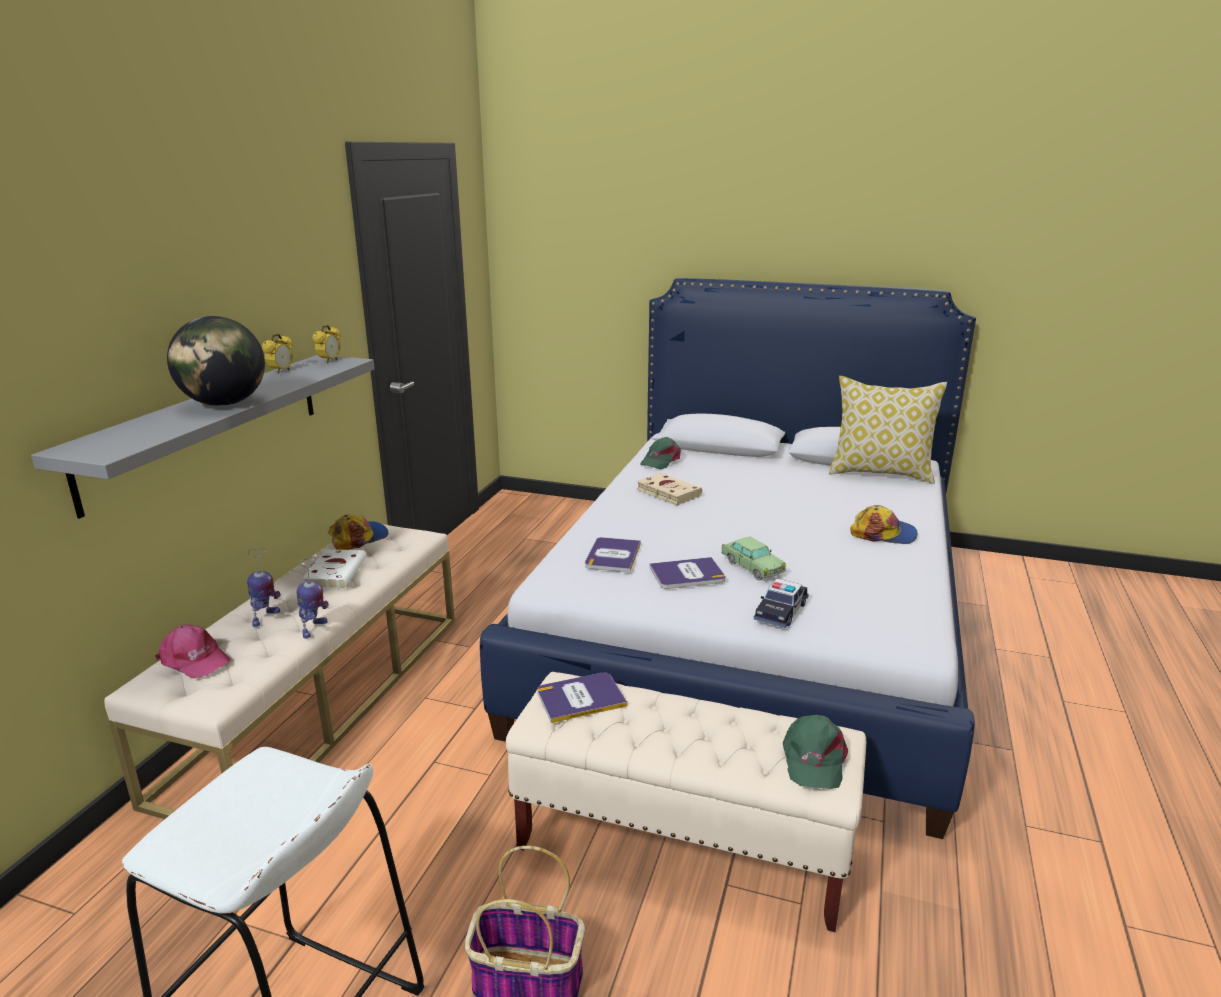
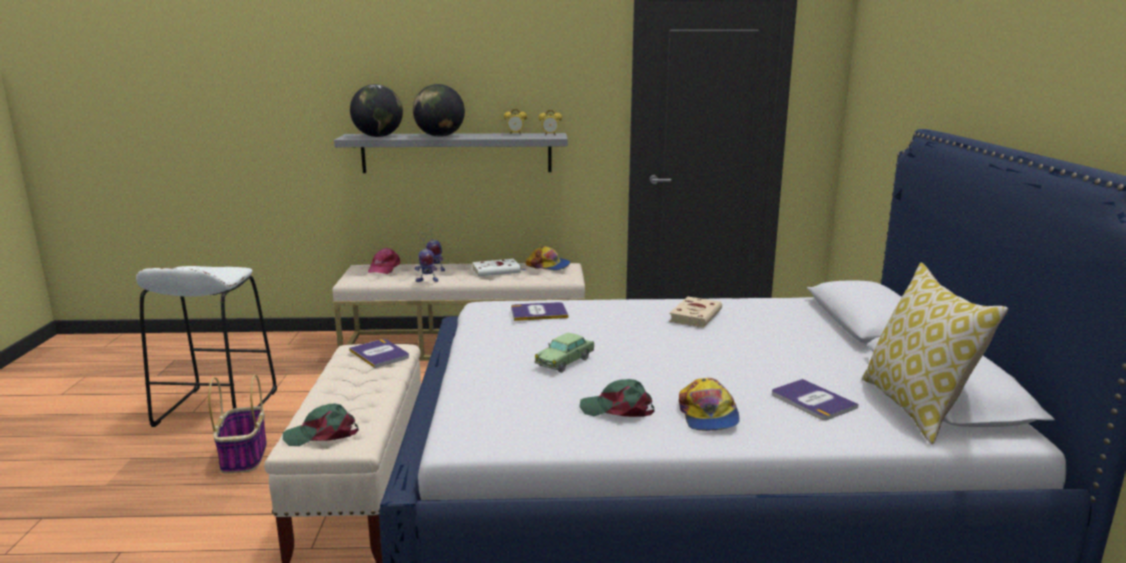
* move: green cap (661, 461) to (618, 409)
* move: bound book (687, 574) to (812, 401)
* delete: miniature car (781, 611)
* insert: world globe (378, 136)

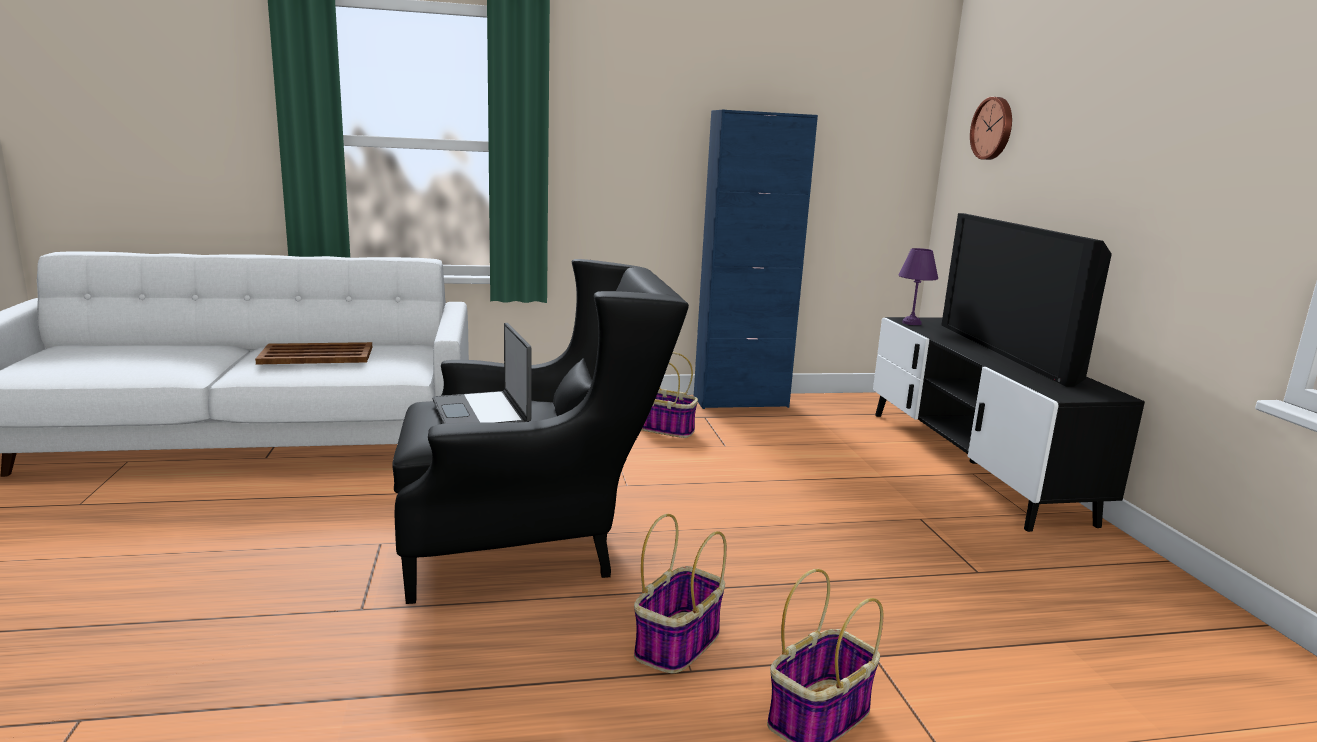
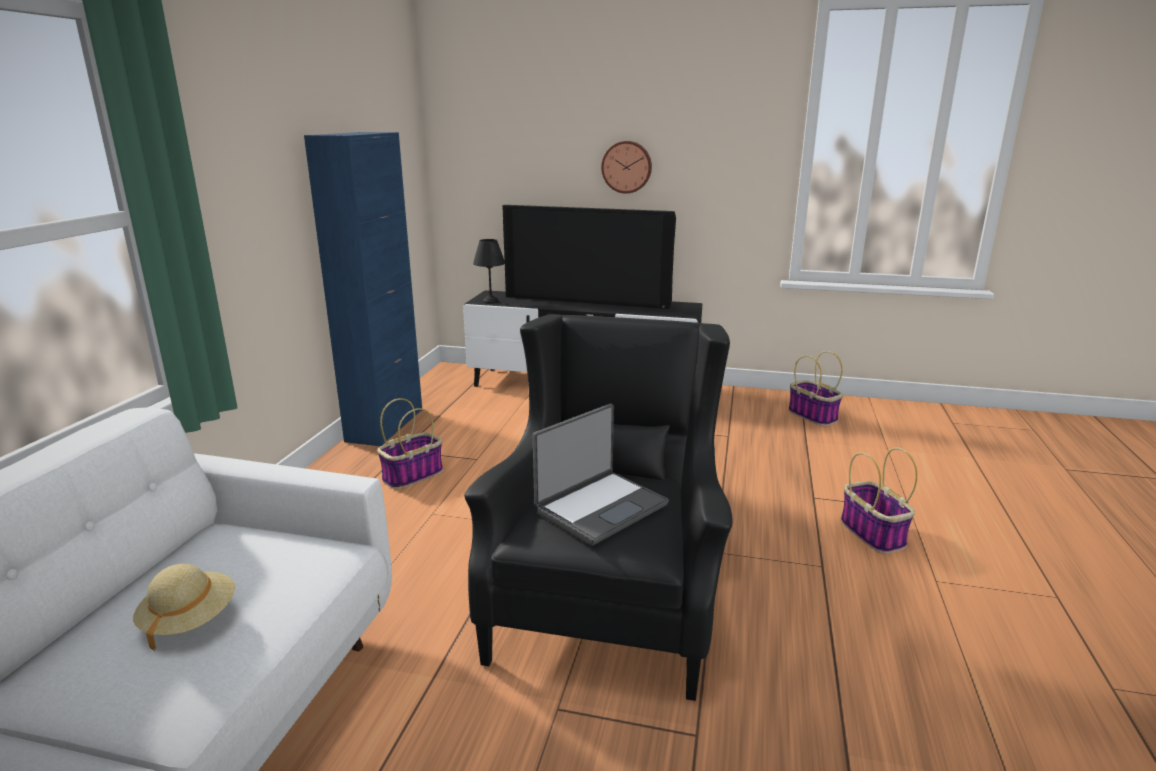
* move: wall clock (993, 128) to (627, 167)
* recolor: purplish tabletop lamp (911, 322) to black tabletop lamp (490, 301)
* rotate: notebook computer (482, 415) = (600, 507) 45 degrees counterclockwise
* replace: brownish tray (315, 355) to beige clothing hat (189, 620)
* move: storage basket (677, 644) to (813, 416)

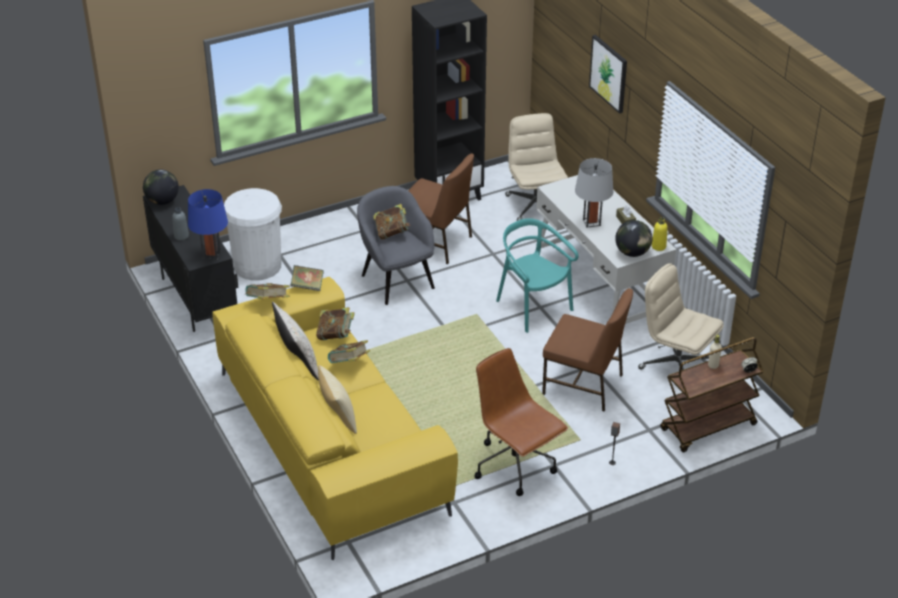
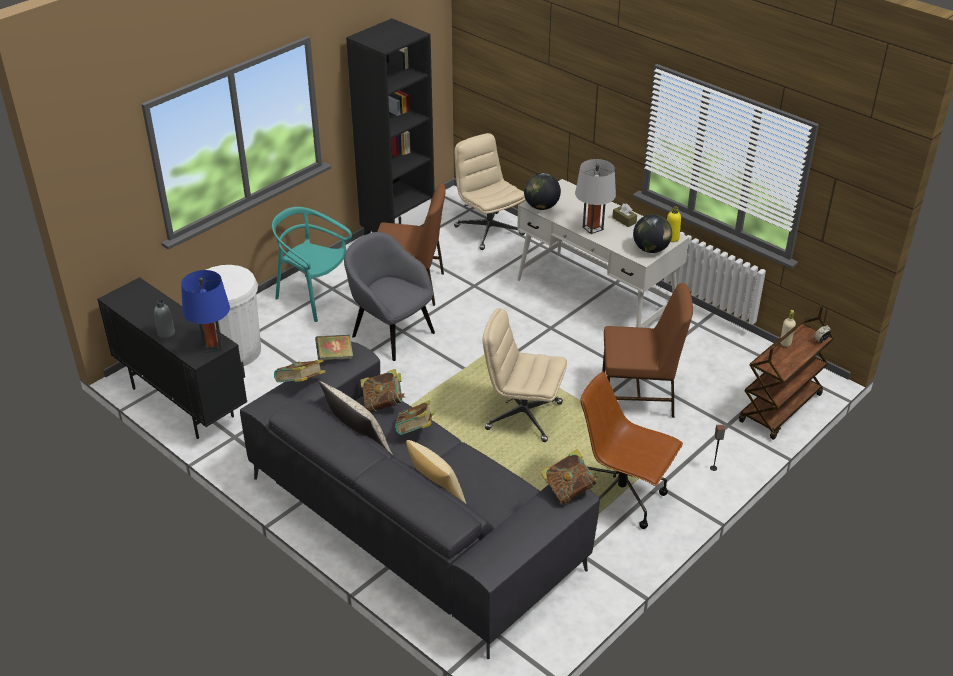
* delete: wall picture (609, 73)
* move: world globe (162, 201) to (541, 207)
* move: bound book (392, 233) to (568, 490)
* move: turquoise chair (533, 307) to (314, 297)
* move: beige desk chair (676, 365) to (522, 416)
* recolor: yellow-coloured sofa (331, 441) to grey sofa (414, 522)

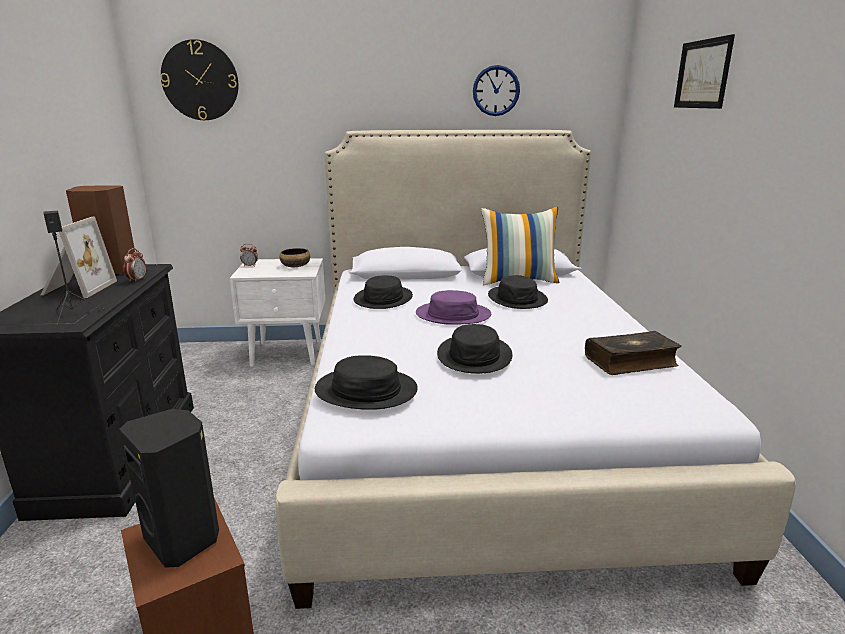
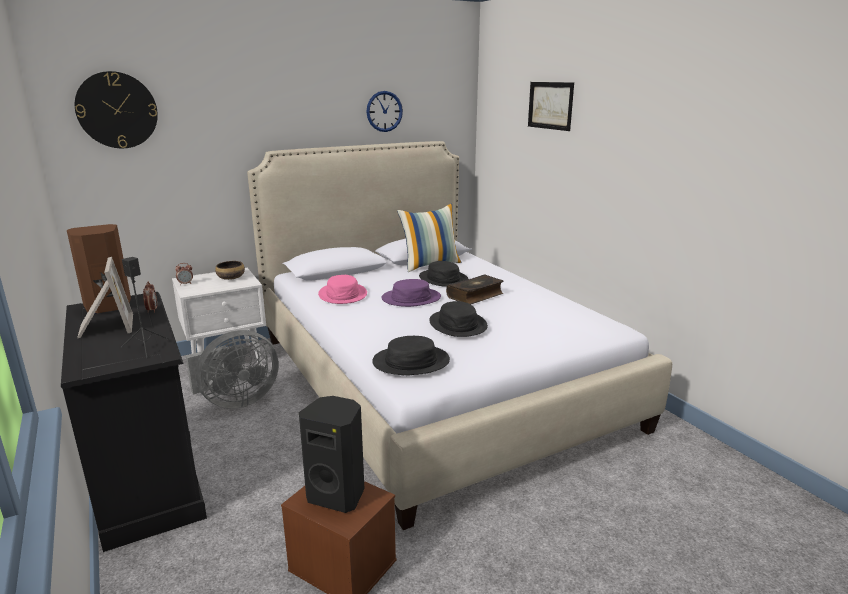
* recolor: black clothing hat (383, 299) to pink clothing hat (343, 294)
* move: bound book (631, 362) to (475, 296)
* insert: grey cooling fan (236, 401)

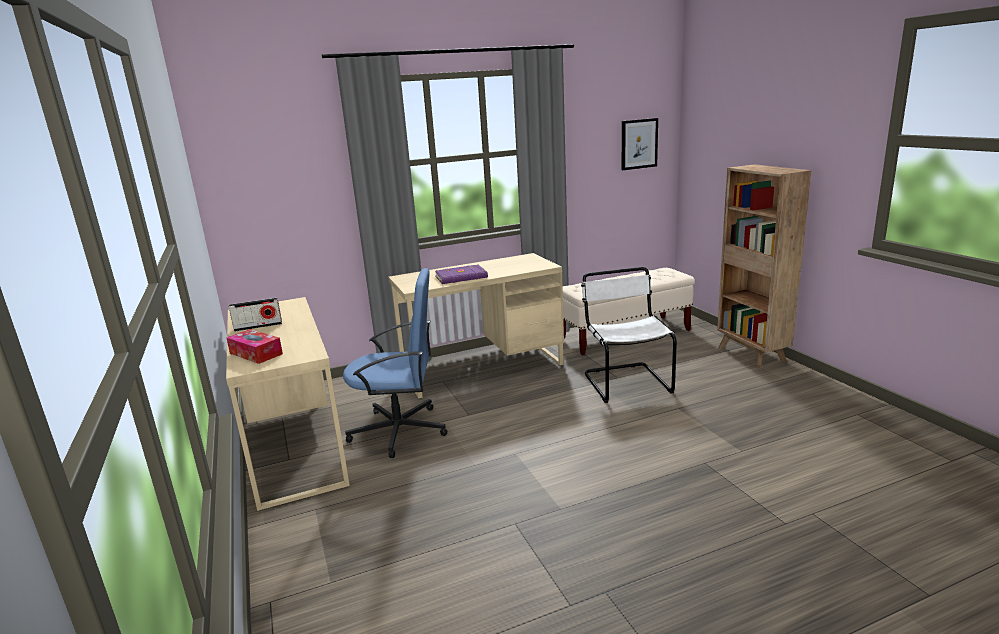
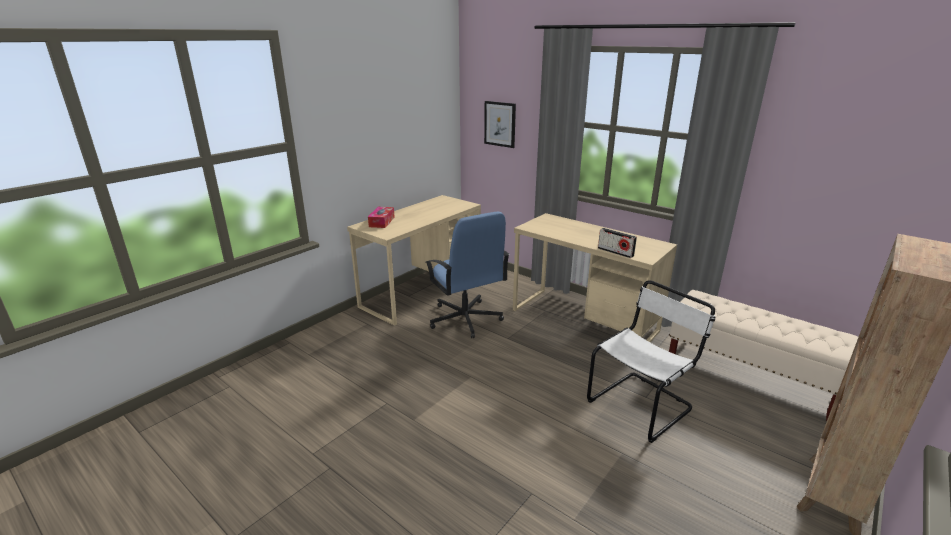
* move: wall picture (639, 144) to (500, 124)
* delete: purplish bound book (461, 277)
* move: radio receiver (258, 326) to (615, 252)

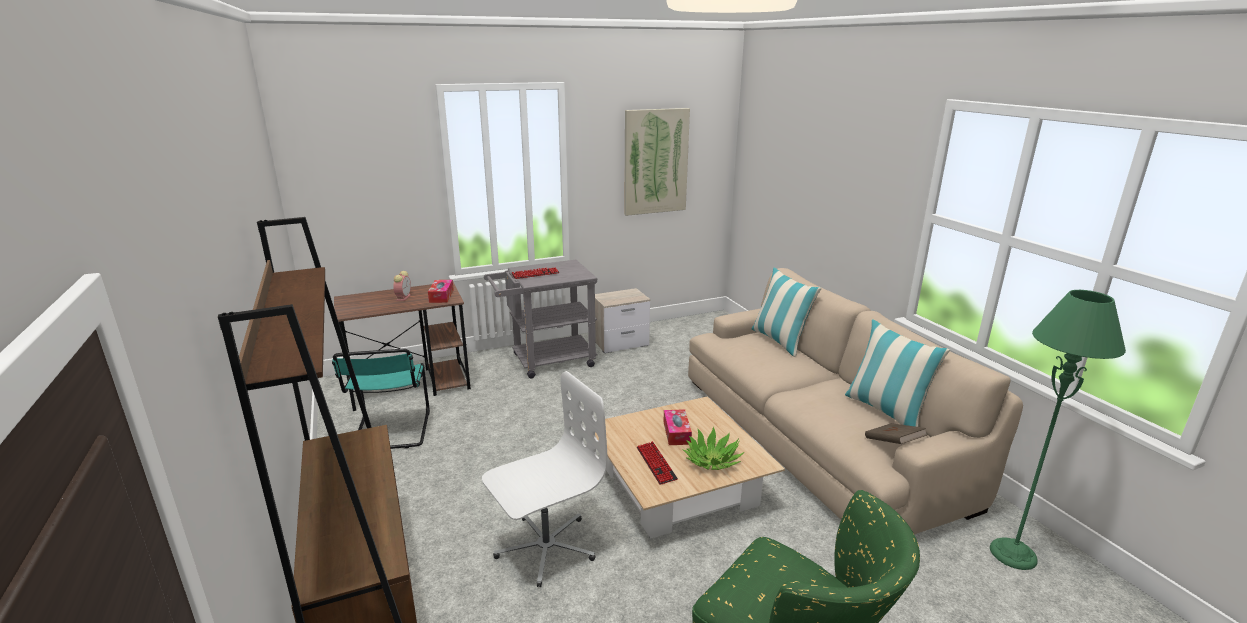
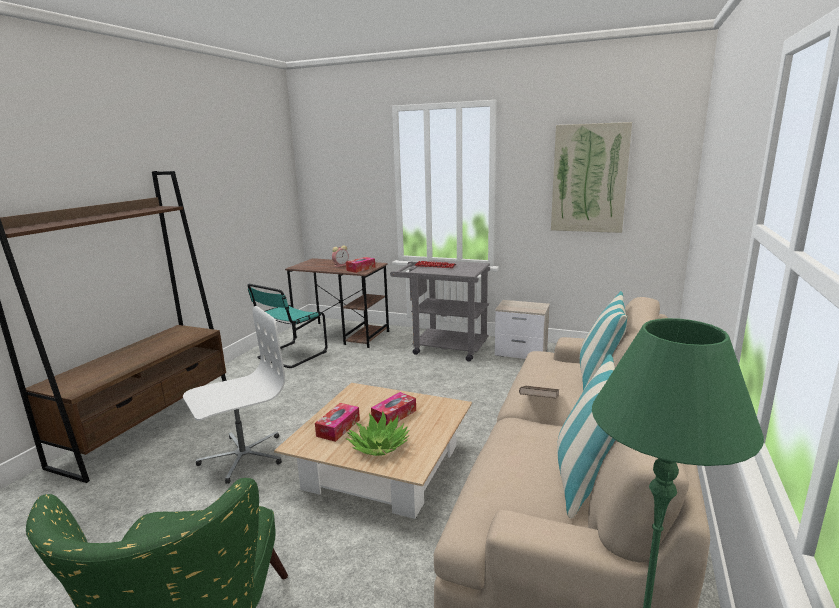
* rotate: whitish desk chair (545, 547) = (242, 456) 45 degrees counterclockwise
* move: brownish bound book (893, 444) to (539, 402)
* replace: keyboard (656, 464) to box of tissues (338, 428)

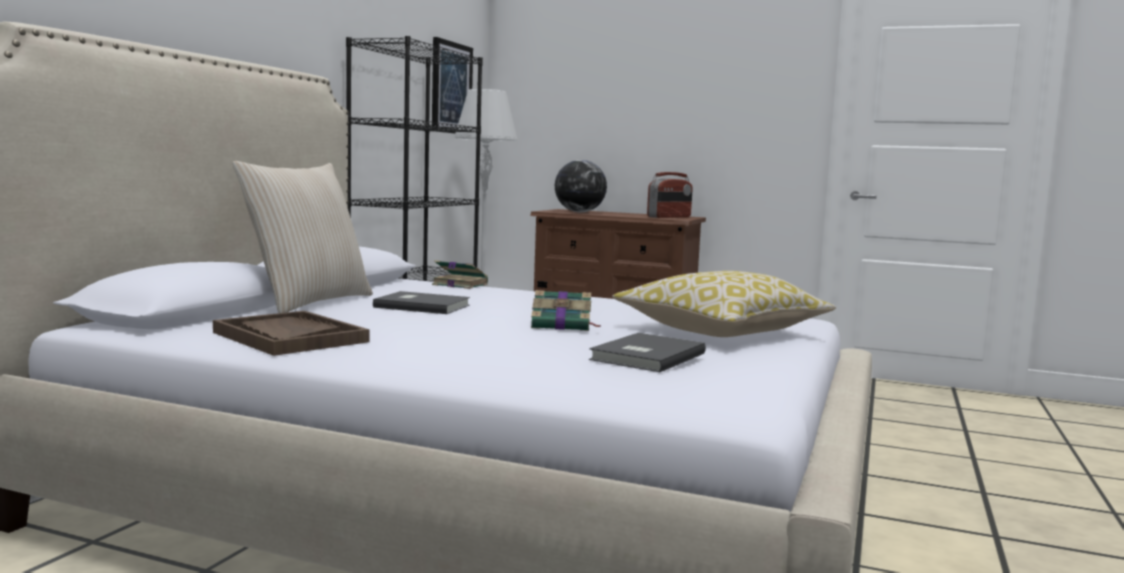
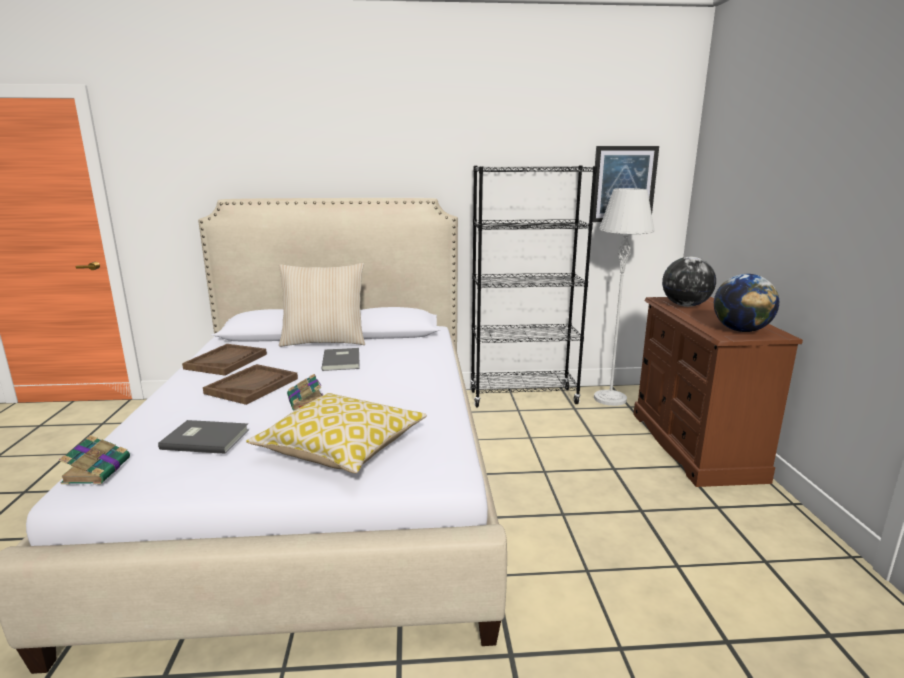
* replace: radio receiver (669, 217) to world globe (741, 330)
* move: bound book (459, 284) to (98, 470)
* insert: brownish tray (252, 386)

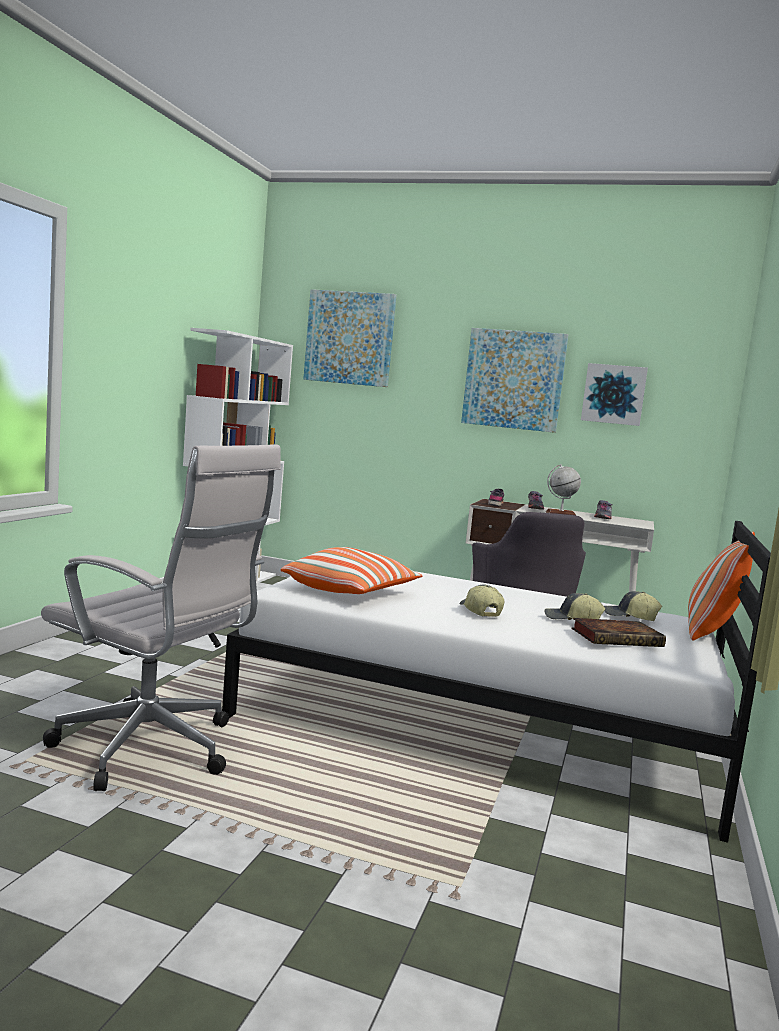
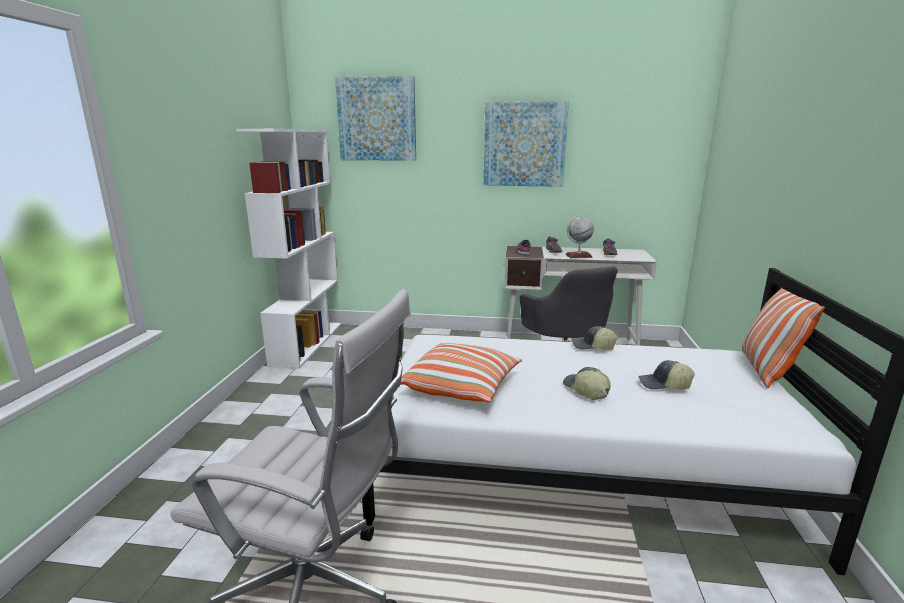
* delete: wall picture (614, 394)
* move: cap (629, 617) to (593, 347)
* delete: bound book (618, 638)

